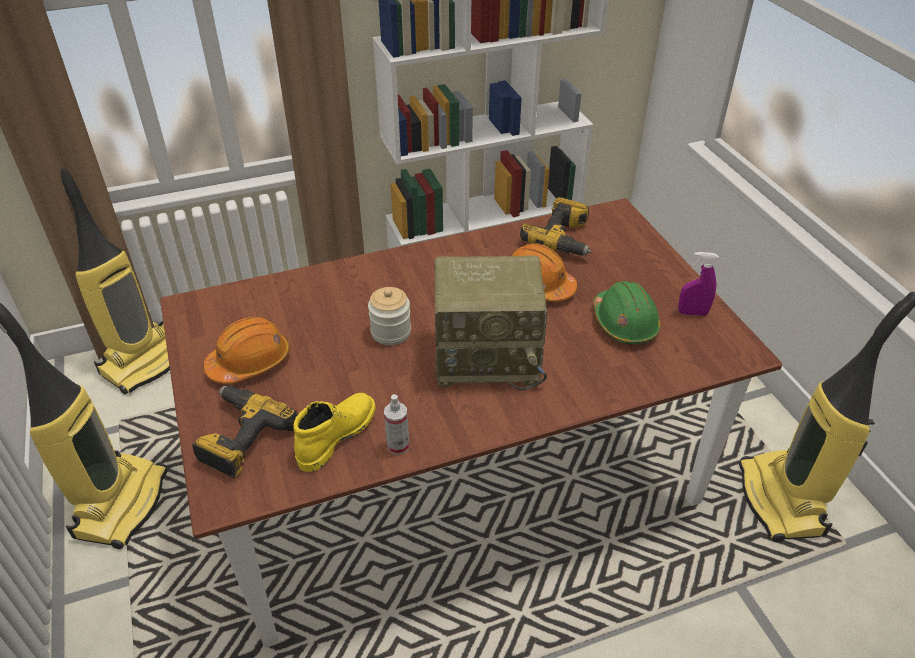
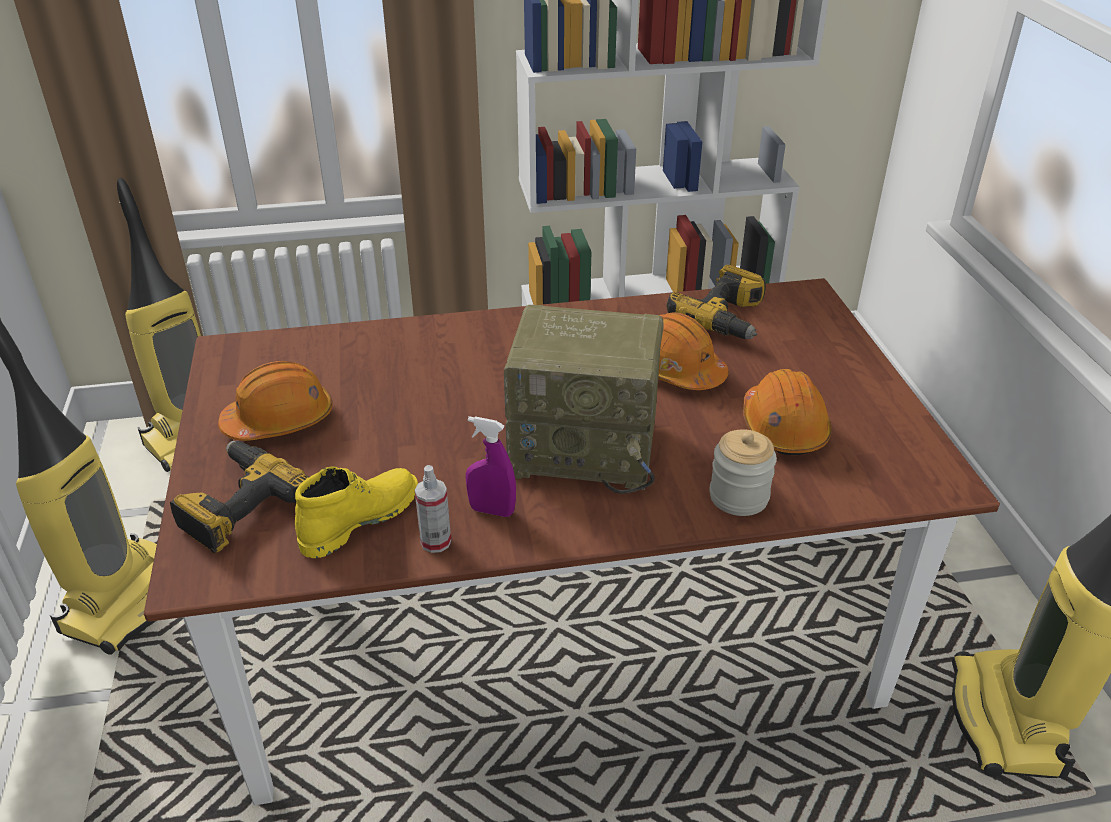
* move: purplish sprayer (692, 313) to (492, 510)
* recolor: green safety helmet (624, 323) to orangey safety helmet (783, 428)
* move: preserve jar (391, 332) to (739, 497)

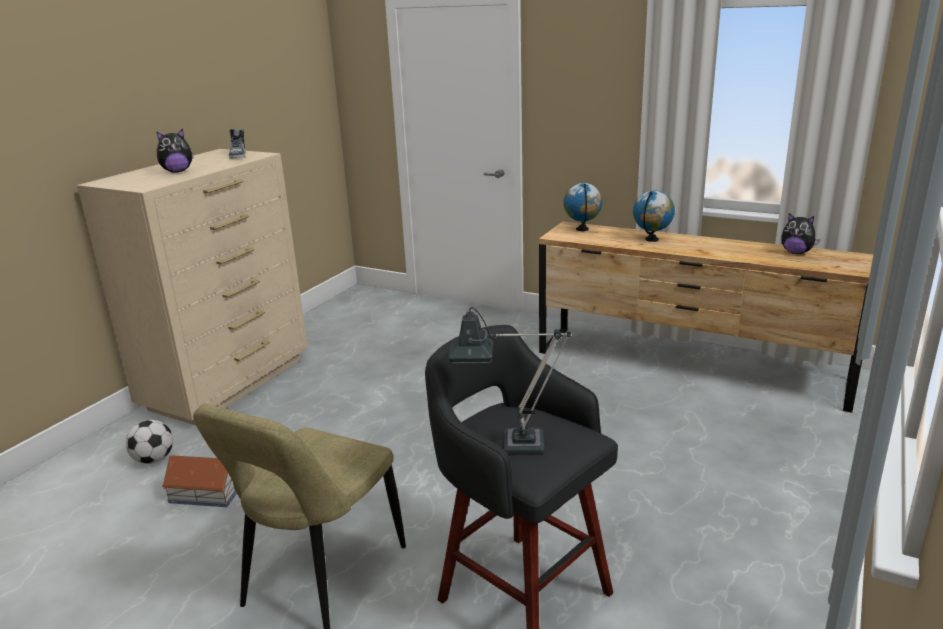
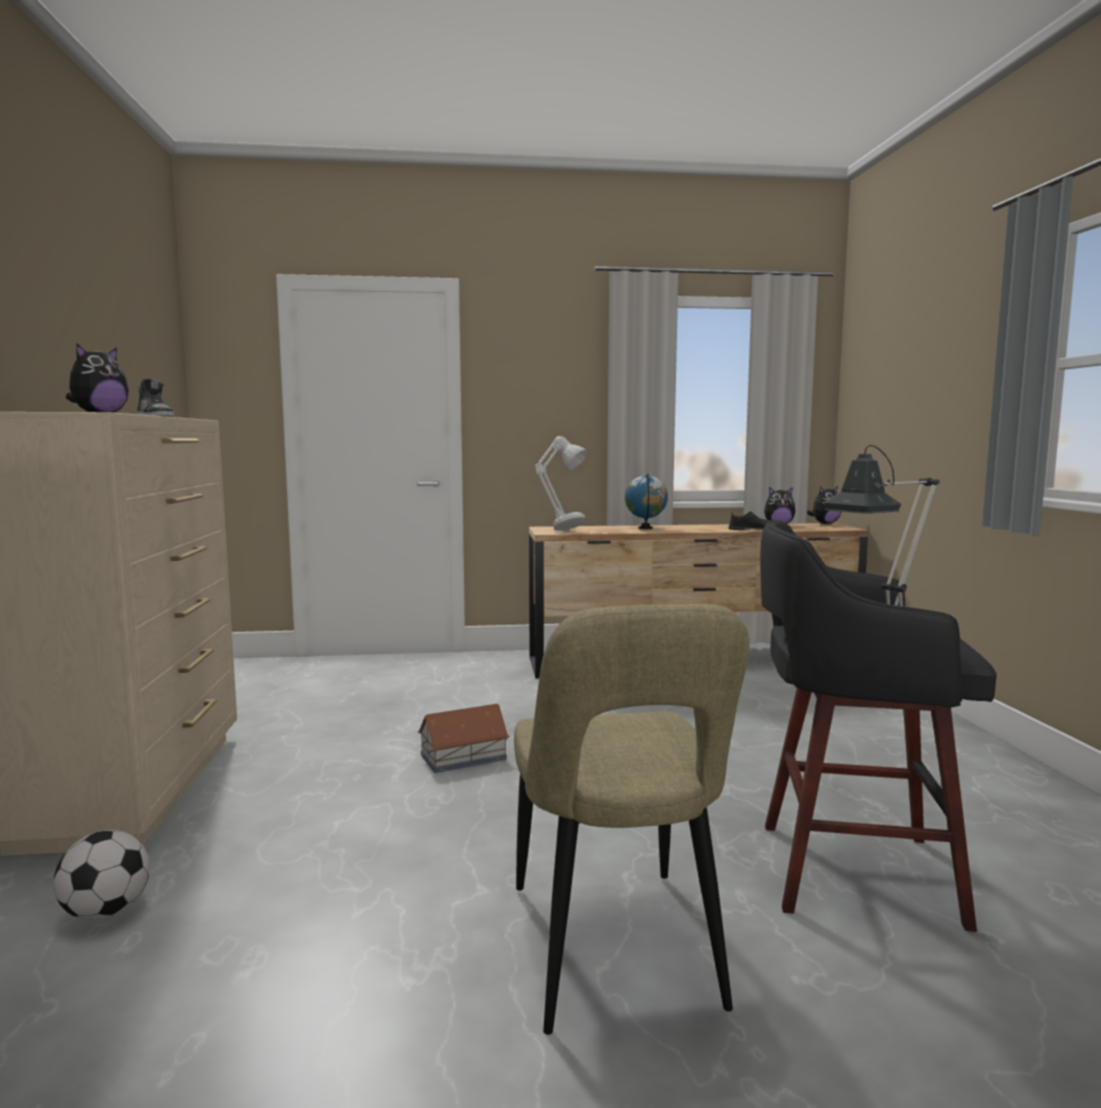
* replace: world globe (582, 229) to grey tabletop lamp (564, 528)
* move: model house (206, 492) to (462, 757)
* insert: plush toy (825, 524)
* insert: black shoe (755, 529)

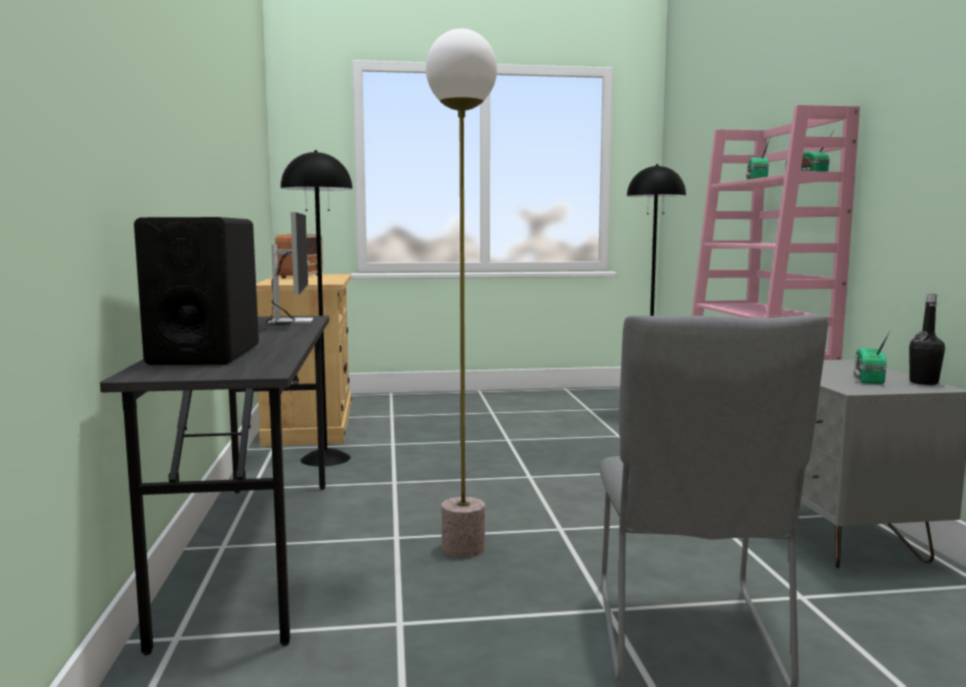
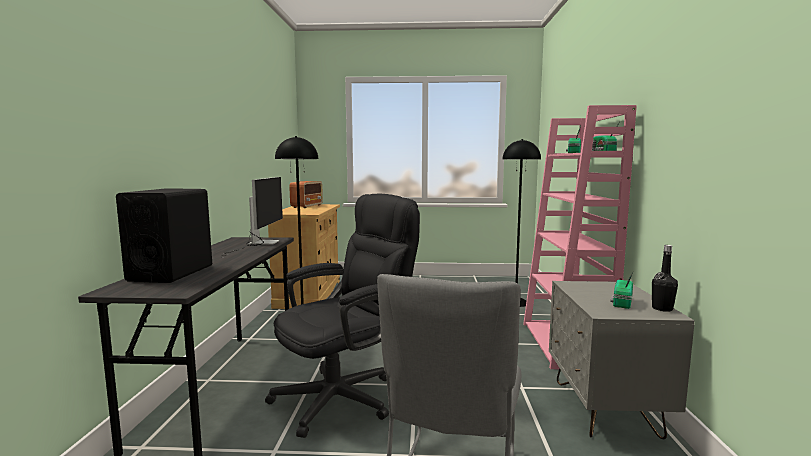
* replace: floor lamp (464, 548) to black desk chair (346, 395)

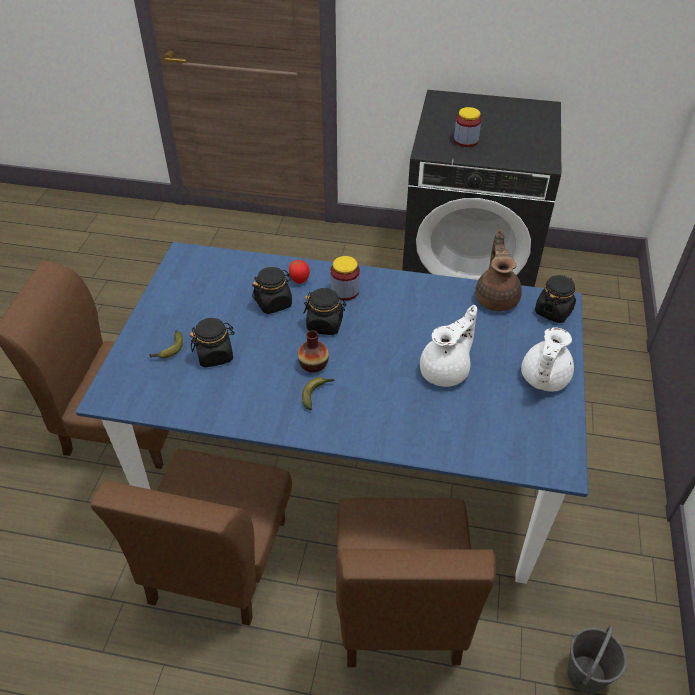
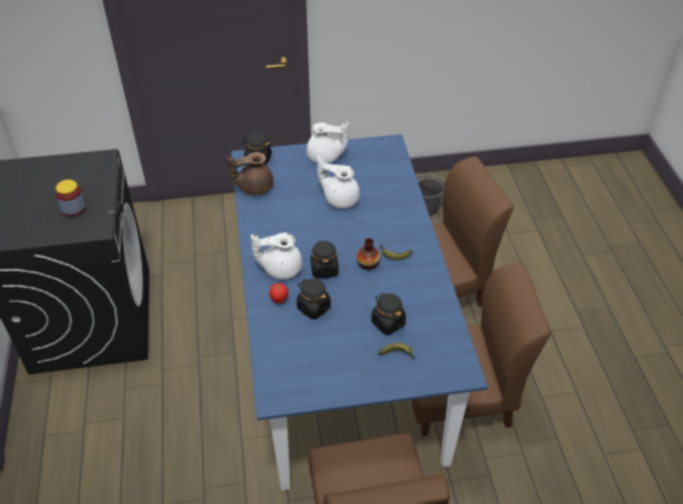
* replace: preserve jar (345, 291) to whitish tea pot (280, 268)

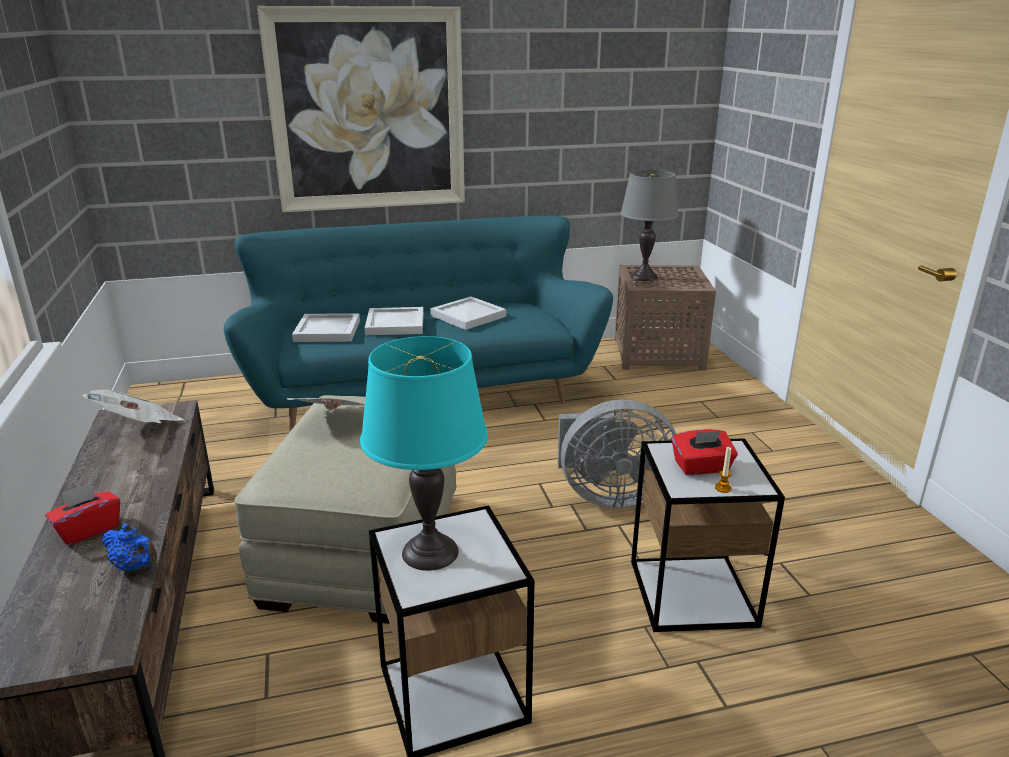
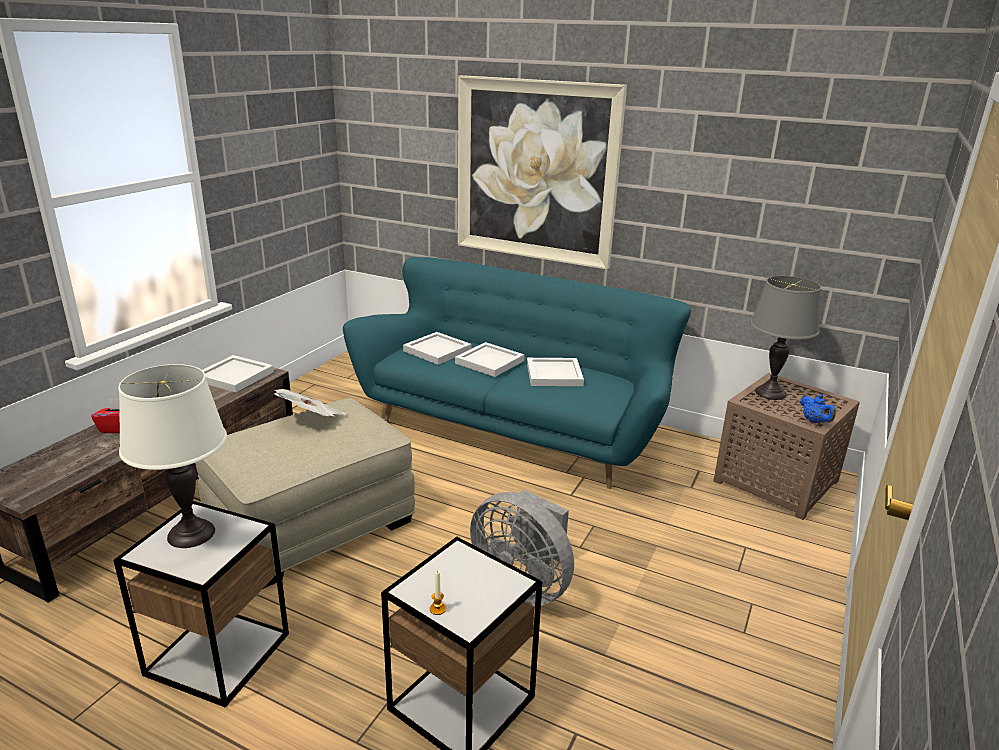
* recolor: turquoise tabletop lamp (430, 552) to whitish tabletop lamp (191, 534)
* replace: newspaper (139, 426) to whitish tray (236, 376)
* delete: reddish box of tissues (702, 467)
* move: blue tea pot (135, 566) to (814, 421)

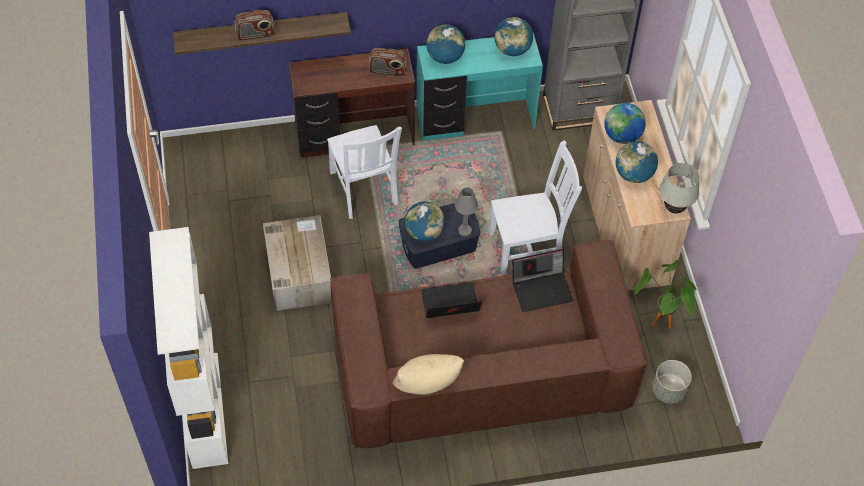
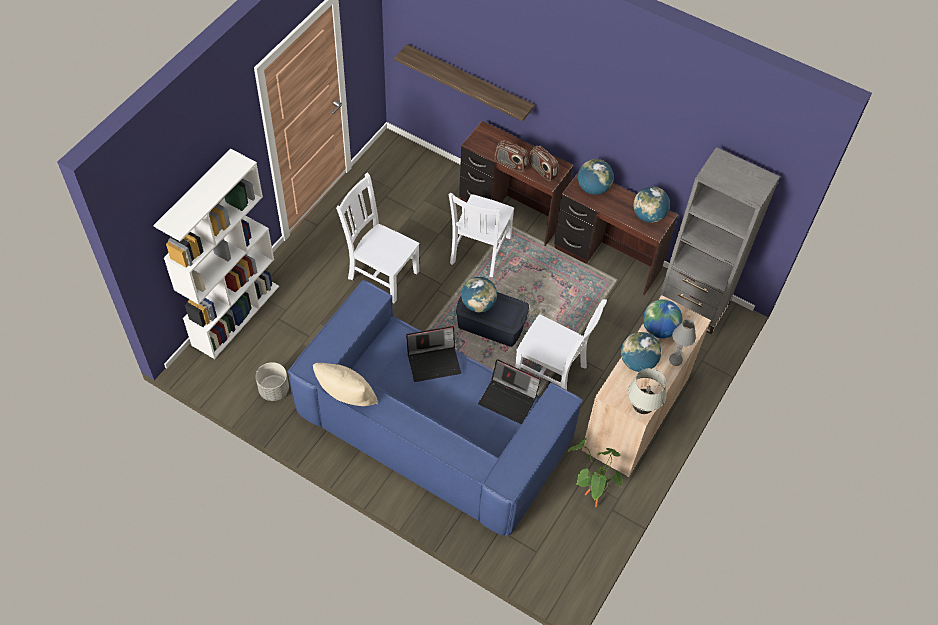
* move: radio receiver (255, 34) to (510, 163)
* recolor: turquoise desk table (476, 120) to brownish desk table (607, 260)
* move: grey tabletop lamp (464, 230) to (675, 360)
* replace: cardboard box (298, 272) to whitish chair (381, 273)
* recolor: brownish sofa (481, 368) to blue sofa (433, 427)
* rotate: notebook computer (449, 305) = (434, 361) 135 degrees clockwise
* move: grey plant pot (668, 391) to (273, 390)

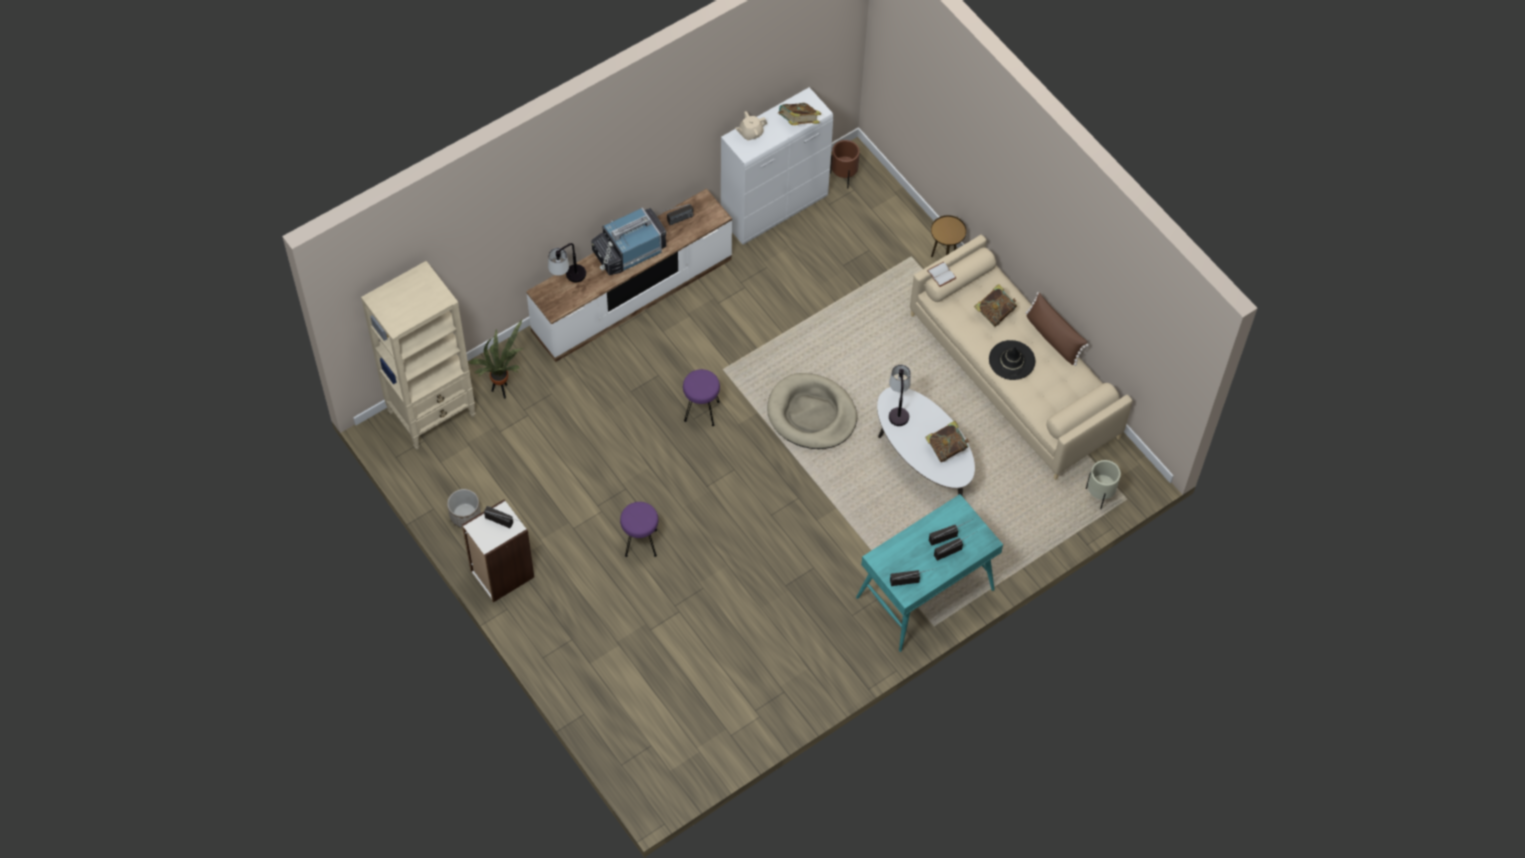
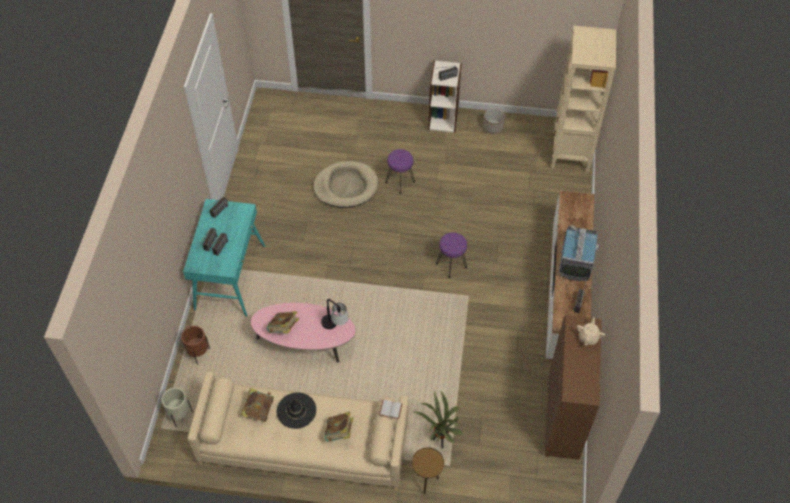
* recolor: whitish storage cabinet (775, 208) to brownish storage cabinet (563, 417)
* move: bound book (798, 122) to (258, 410)
* move: brownish plant pot (844, 177) to (198, 354)
* delete: tabletop lamp (568, 279)
* delete: brownish pillow (1053, 338)
* move: plant in a pot (502, 390) to (440, 442)
* move: beige pet bed (811, 414) to (346, 186)
* recolor: whitish lounge table (922, 460) to pink lounge table (305, 344)

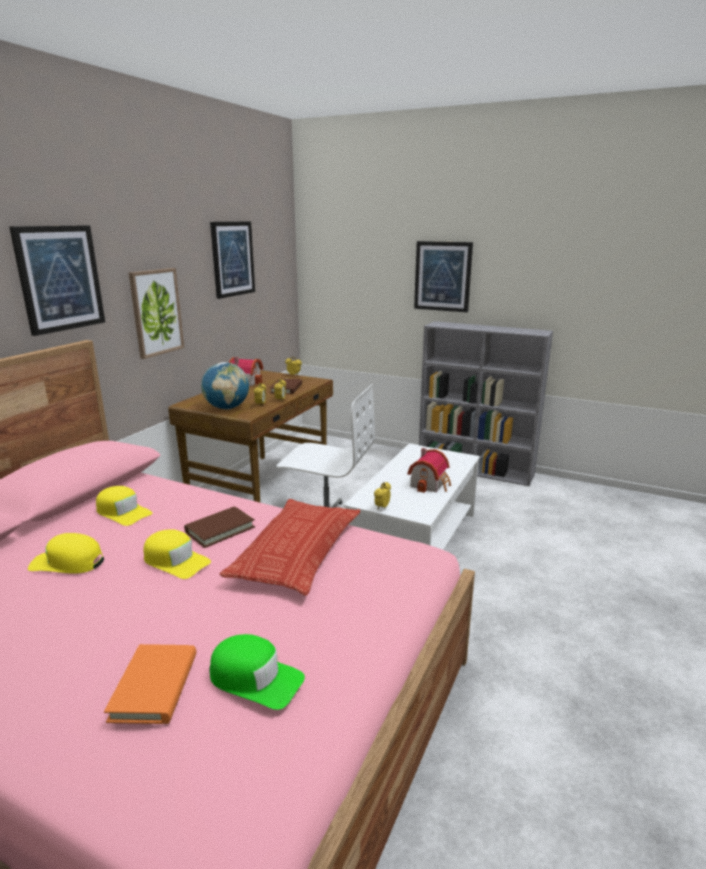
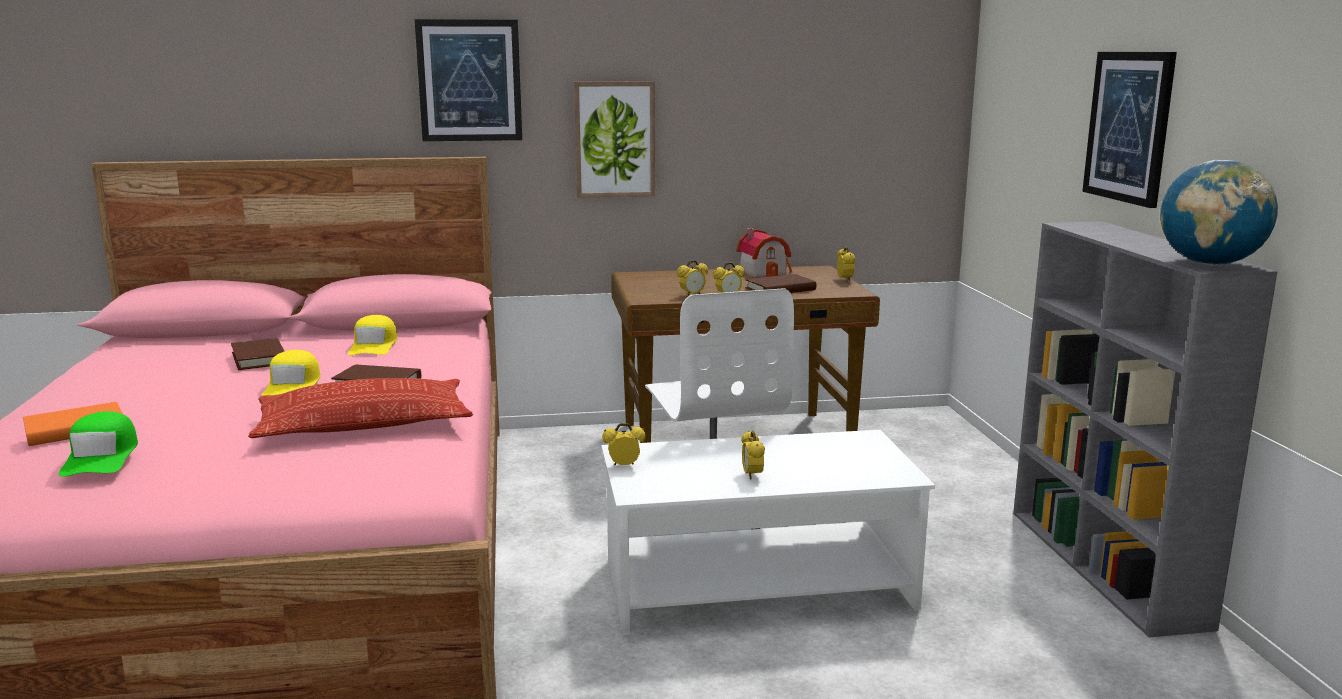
* delete: wall picture (232, 259)
* move: world globe (227, 408) to (1210, 264)
* replace: model house (430, 484) to alarm clock (752, 475)
* replace: yellow-coloured cap (67, 562) to brownish bound book (259, 358)

